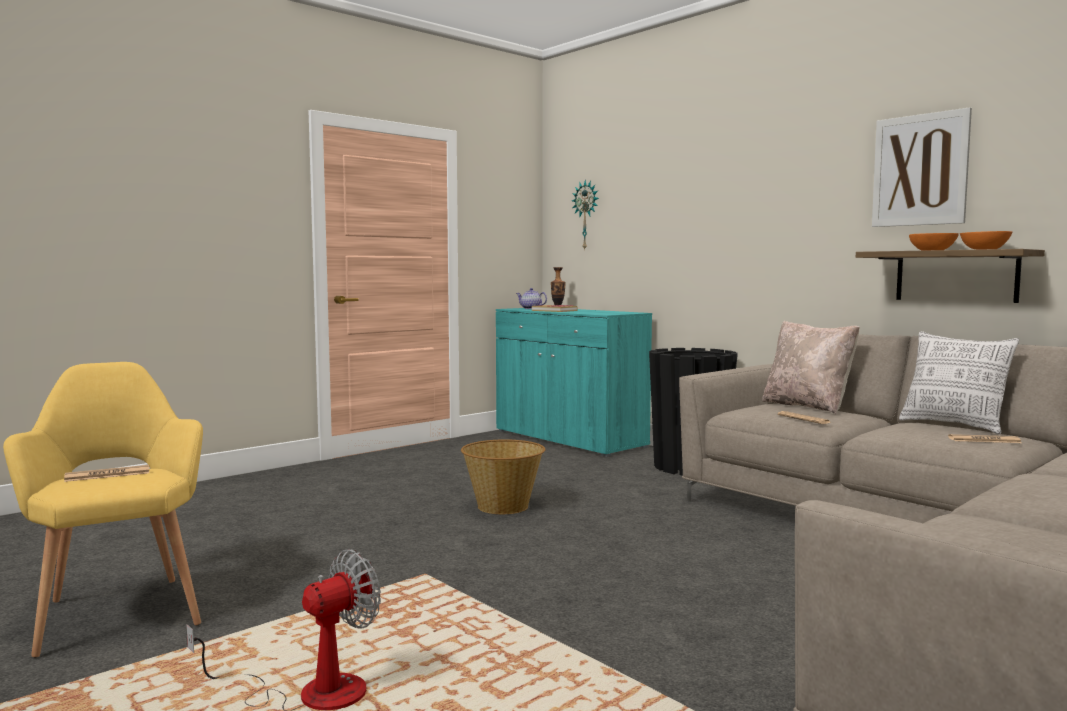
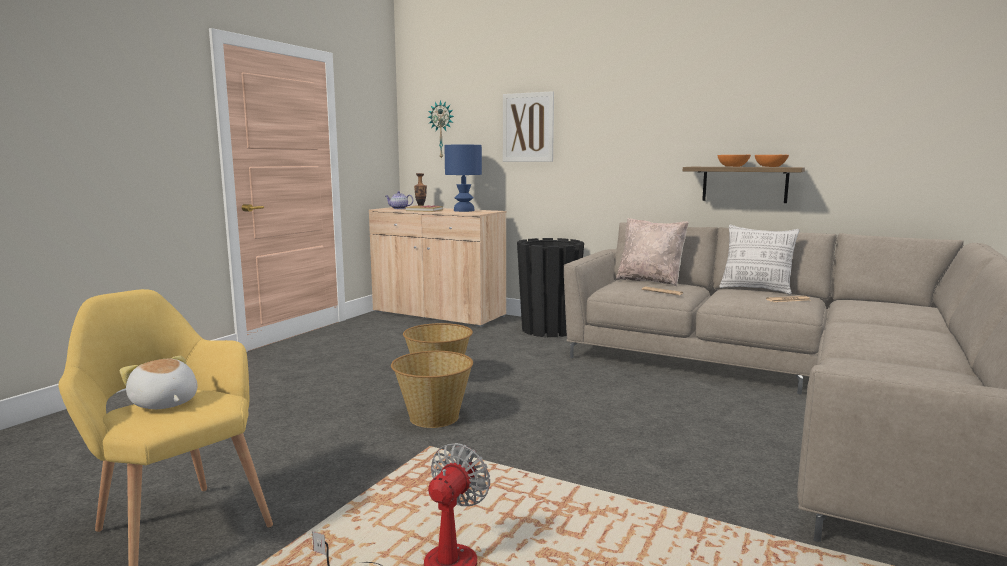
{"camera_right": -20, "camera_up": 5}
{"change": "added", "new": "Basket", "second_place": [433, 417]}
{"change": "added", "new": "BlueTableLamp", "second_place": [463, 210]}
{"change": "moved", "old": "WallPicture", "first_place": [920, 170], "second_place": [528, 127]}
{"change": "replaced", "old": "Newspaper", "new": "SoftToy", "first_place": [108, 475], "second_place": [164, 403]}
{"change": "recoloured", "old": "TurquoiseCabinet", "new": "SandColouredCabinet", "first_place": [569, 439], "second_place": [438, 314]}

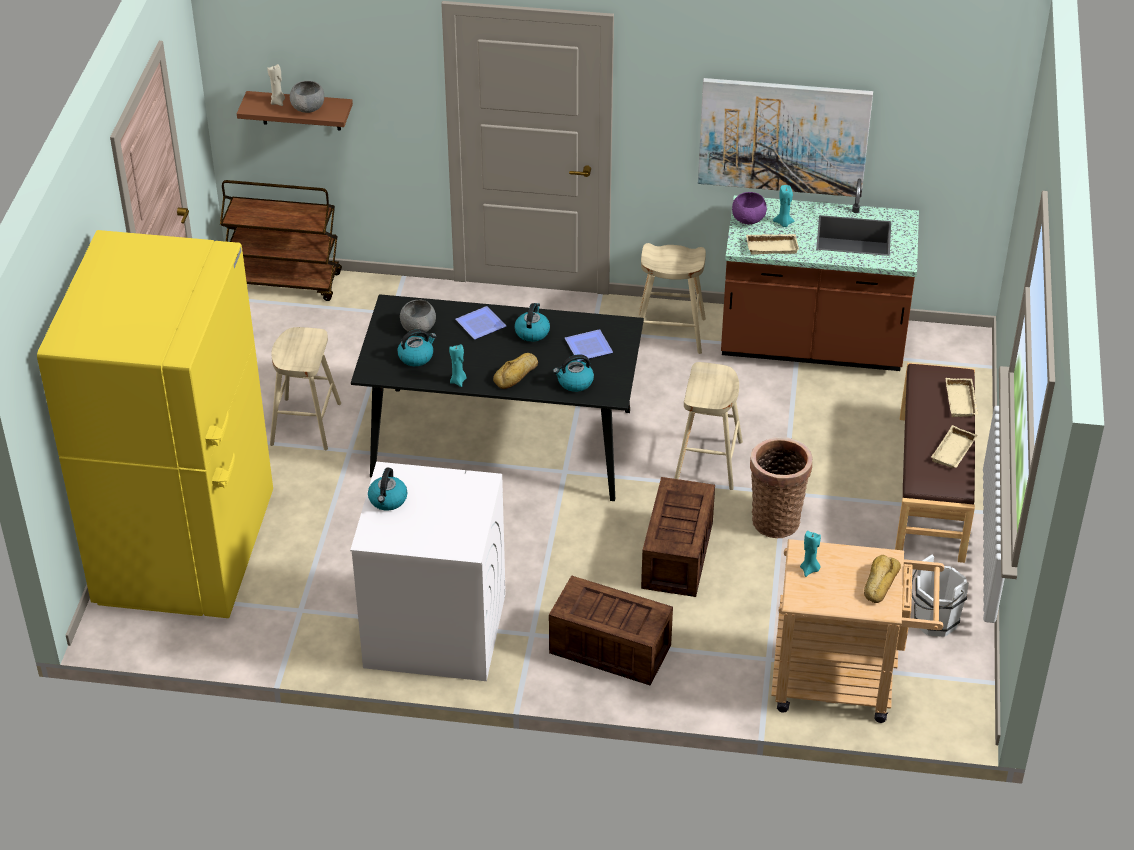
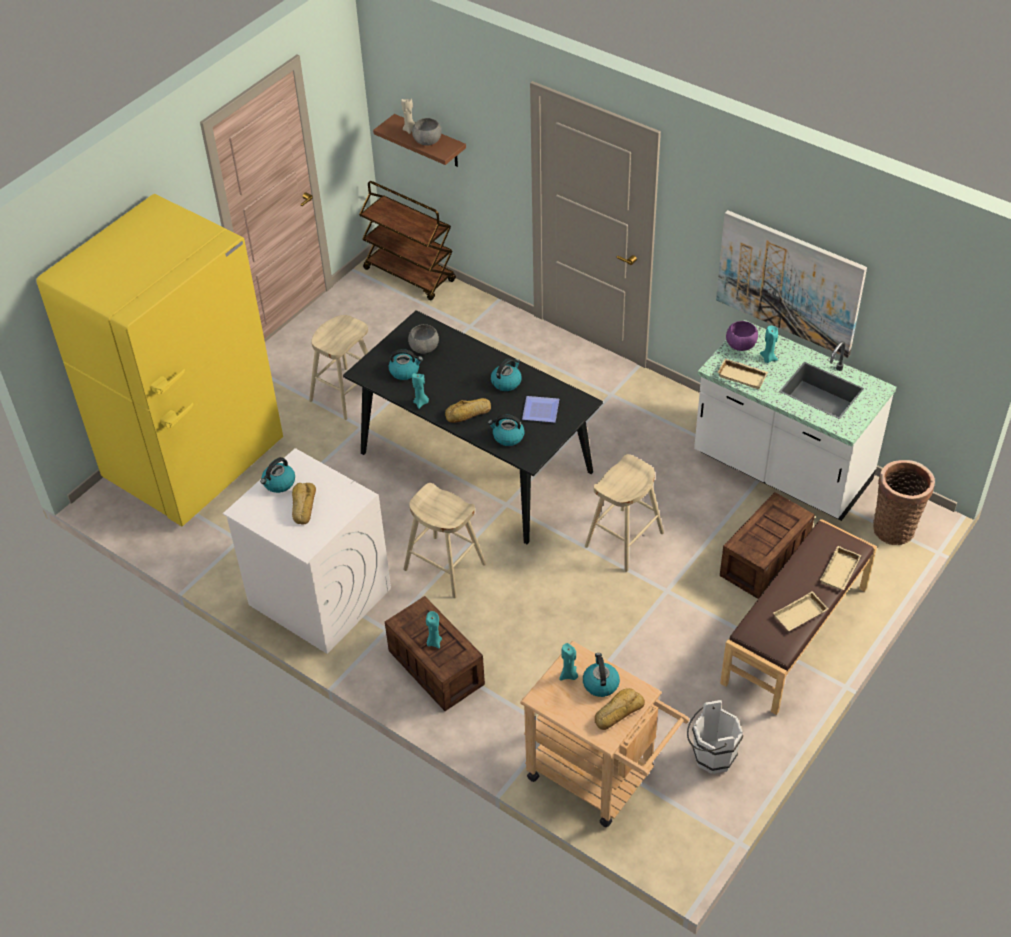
{"camera_right": 30, "camera_up": 5}
{"change": "removed", "old": "DinnerPlate", "first_place": [479, 324]}
{"change": "added", "new": "Bread", "second_place": [303, 506]}
{"change": "added", "new": "TurquoiseCandle", "second_place": [434, 642]}
{"change": "added", "new": "TeaKettle", "second_place": [600, 683]}
{"change": "moved", "old": "SandColouredStool", "first_place": [670, 333], "second_place": [445, 567]}
{"change": "moved", "old": "PackingCrate", "first_place": [677, 554], "second_place": [765, 559]}
{"change": "moved", "old": "Basket", "first_place": [776, 518], "second_place": [895, 527]}
{"change": "recoloured", "old": "BrownColouredCounter", "new": "WhiteColouredCounter", "first_place": [812, 345], "second_place": [781, 470]}

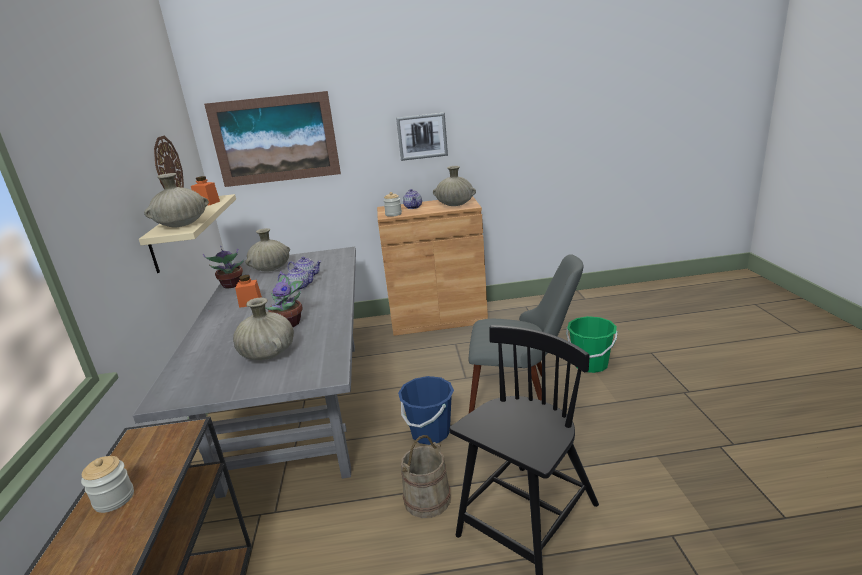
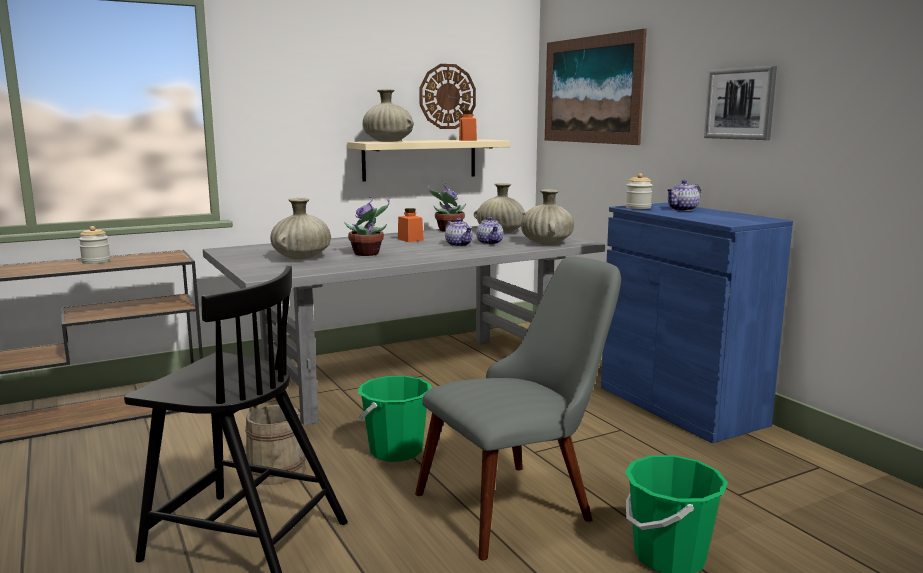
{"camera_right": 65, "camera_up": -10}
{"change": "moved", "old": "SandColouredFlowerVase", "first_place": [455, 204], "second_place": [547, 243]}
{"change": "recoloured", "old": "BrownColouredCabinet", "new": "BlueCabinet", "first_place": [438, 319], "second_place": [680, 405]}
{"change": "recoloured", "old": "BlueWaterBucket", "new": "GreenishWaterBucket", "first_place": [430, 432], "second_place": [396, 451]}
{"change": "turned", "old": "GreyChair", "first_place": [522, 394], "second_place": [520, 501], "degrees": -105}

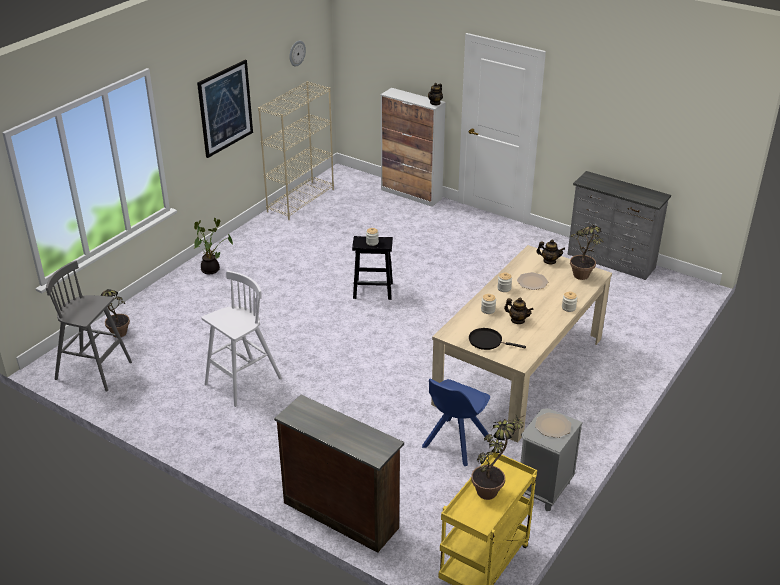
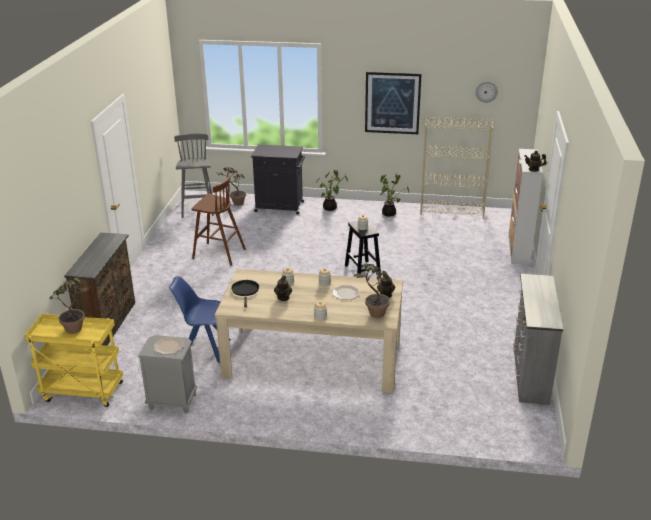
{"camera_right": 65, "camera_up": -5}
{"change": "added", "new": "BlackColouredCabinet", "second_place": [280, 207]}
{"change": "added", "new": "PlantInAPot", "second_place": [390, 213]}
{"change": "recoloured", "old": "WhiteColouredStool", "new": "BrownColouredStool", "first_place": [242, 382], "second_place": [218, 254]}

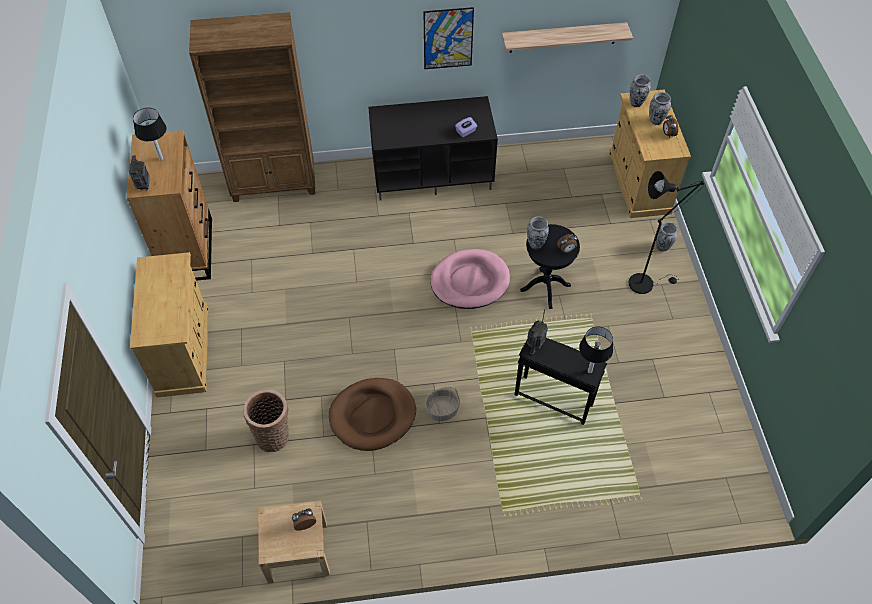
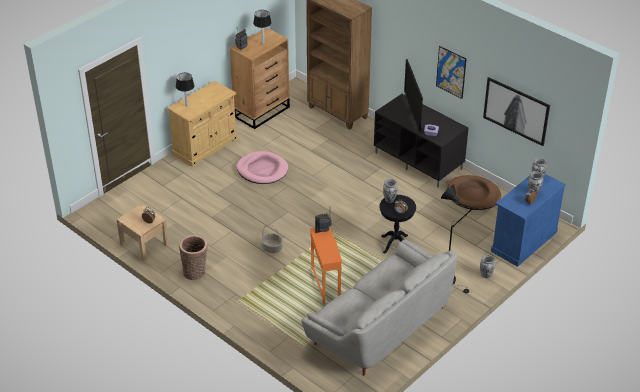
{"camera_right": 50, "camera_up": -15}
{"change": "added", "new": "GreySofa", "second_place": [379, 325]}
{"change": "added", "new": "TvSet", "second_place": [413, 113]}
{"change": "moved", "old": "Basket", "first_place": [274, 435], "second_place": [195, 272]}
{"change": "moved", "old": "BrownColouredDogBed", "first_place": [373, 415], "second_place": [473, 195]}
{"change": "moved", "old": "PinkishDogBed", "first_place": [470, 281], "second_place": [262, 170]}
{"change": "moved", "old": "TableLamp", "first_place": [589, 371], "second_place": [186, 106]}
{"change": "replaced", "old": "Shelf", "new": "WallPicture", "first_place": [563, 37], "second_place": [516, 110]}
{"change": "recoloured", "old": "BlackColouredSideTable", "new": "OrangeColouredSideTable", "first_place": [553, 399], "second_place": [325, 284]}
{"change": "recoloured", "old": "SandColouredCabinet", "new": "BlueCabinet", "first_place": [639, 183], "second_place": [523, 241]}

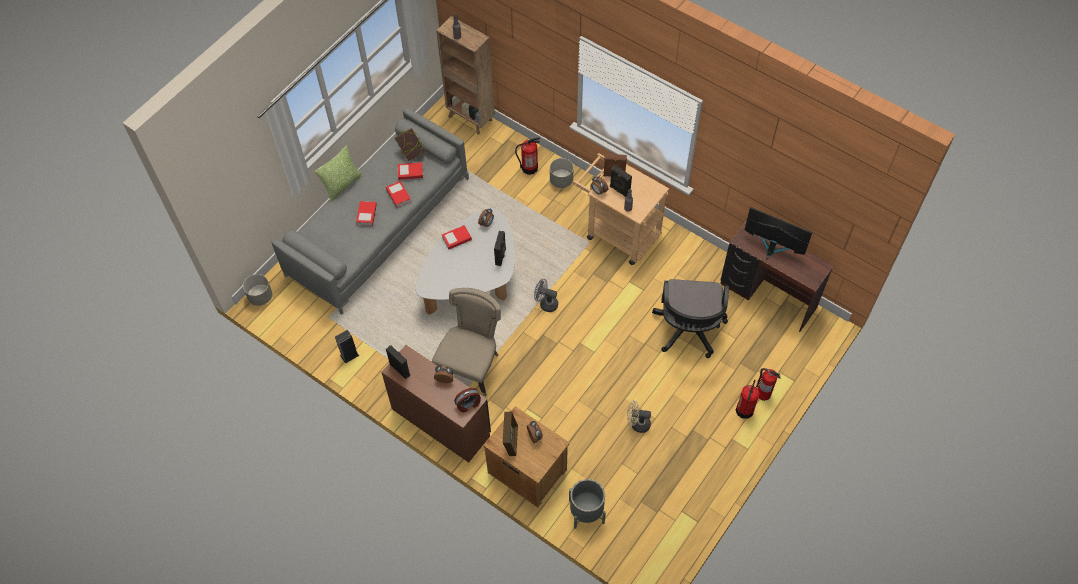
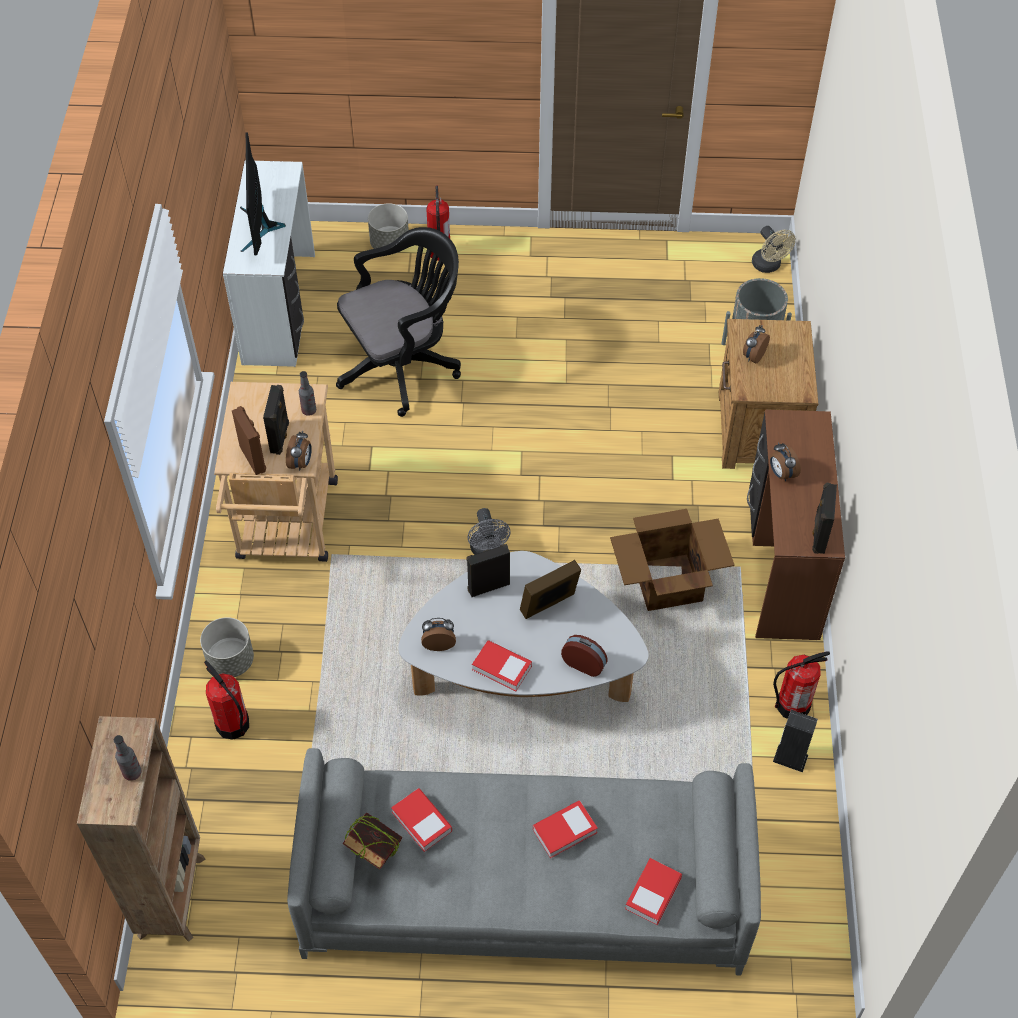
{"camera_right": -125, "camera_up": -5}
{"change": "removed", "old": "Cushion", "first_place": [342, 185]}
{"change": "moved", "old": "GreyPlanter", "first_place": [261, 296], "second_place": [389, 244]}
{"change": "moved", "old": "BoundBook", "first_place": [398, 195], "second_place": [653, 893]}
{"change": "moved", "old": "TableClock", "first_place": [468, 404], "second_place": [584, 663]}
{"change": "moved", "old": "StandingFrame", "first_place": [511, 440], "second_place": [549, 605]}
{"change": "moved", "old": "SandColouredCoolingFan", "first_place": [637, 424], "second_place": [769, 266]}
{"change": "moved", "old": "FireFightingCylinder", "first_place": [745, 410], "second_place": [792, 705]}
{"change": "replaced", "old": "SandColouredChair", "new": "PackingBox", "first_place": [472, 366], "second_place": [666, 582]}
{"change": "recoloured", "old": "BrownColouredDesk", "new": "WhiteColouredDesk", "first_place": [767, 297], "second_place": [280, 308]}

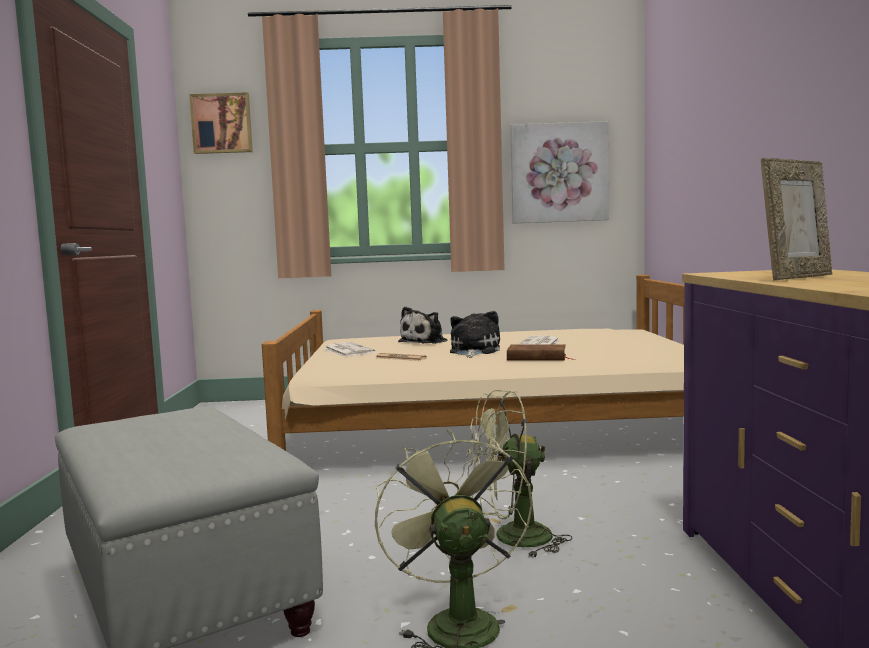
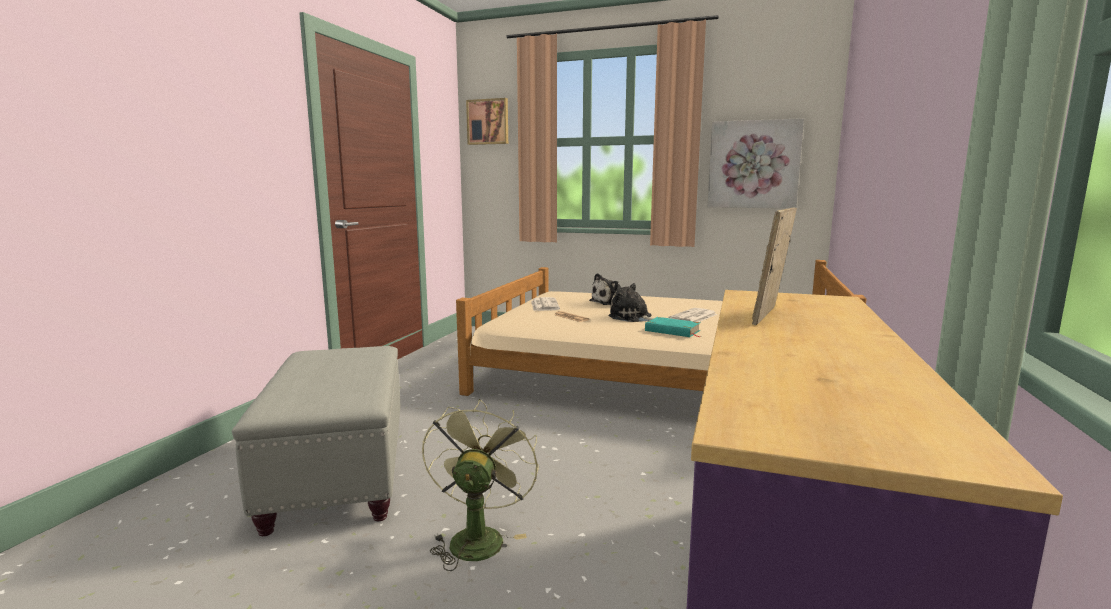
{"camera_right": 20, "camera_up": 5}
{"change": "removed", "old": "GreenishCoolingFan", "first_place": [511, 539]}
{"change": "recoloured", "old": "BrownColouredBoundBook", "new": "TurquoiseBoundBook", "first_place": [537, 357], "second_place": [672, 331]}
{"change": "turned", "old": "SoftToy", "first_place": [473, 351], "second_place": [632, 317], "degrees": -90}
{"change": "turned", "old": "StandingFrame", "first_place": [796, 277], "second_place": [771, 316], "degrees": 135}

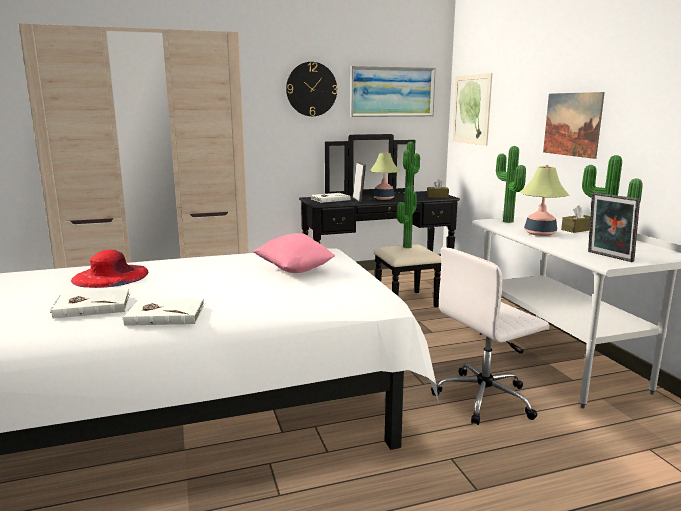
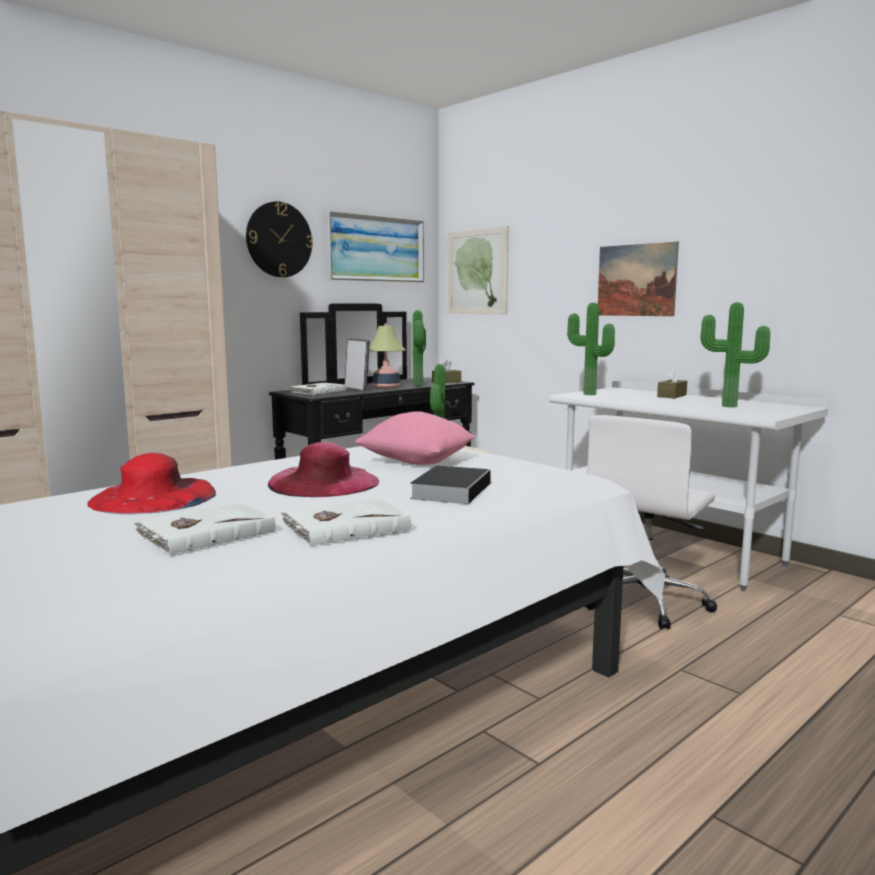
{"camera_right": -25, "camera_up": -5}
{"change": "removed", "old": "TableLamp", "first_place": [540, 233]}
{"change": "removed", "old": "StandingFrame", "first_place": [608, 257]}
{"change": "added", "new": "PinkishWearableHat", "second_place": [323, 482]}
{"change": "added", "new": "BoundBook", "second_place": [451, 490]}

